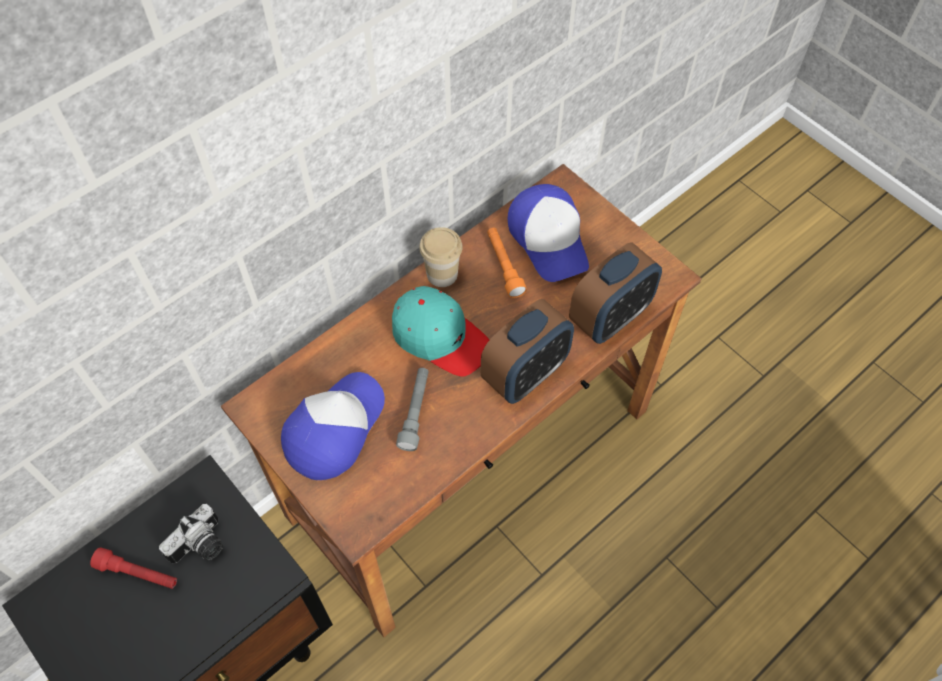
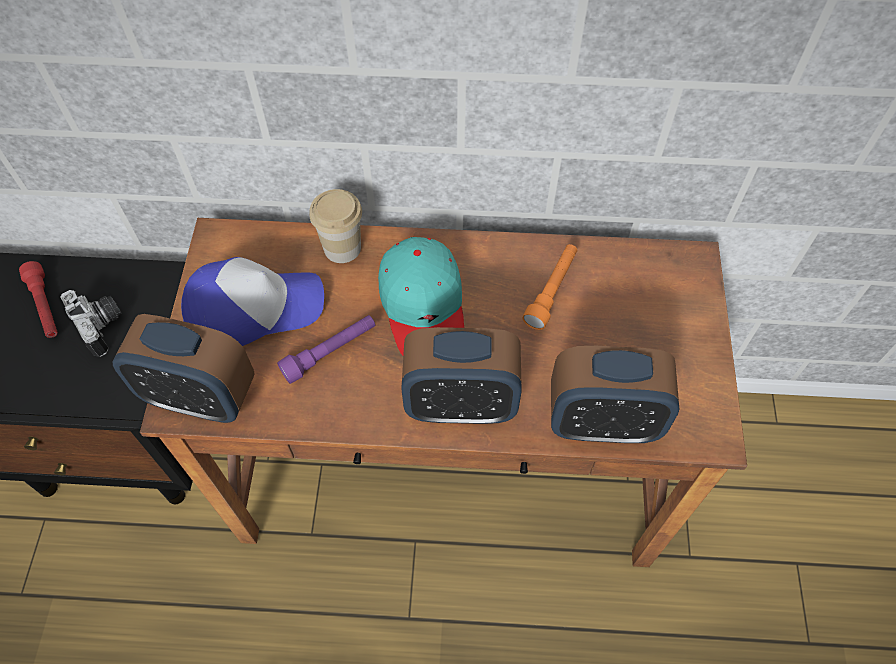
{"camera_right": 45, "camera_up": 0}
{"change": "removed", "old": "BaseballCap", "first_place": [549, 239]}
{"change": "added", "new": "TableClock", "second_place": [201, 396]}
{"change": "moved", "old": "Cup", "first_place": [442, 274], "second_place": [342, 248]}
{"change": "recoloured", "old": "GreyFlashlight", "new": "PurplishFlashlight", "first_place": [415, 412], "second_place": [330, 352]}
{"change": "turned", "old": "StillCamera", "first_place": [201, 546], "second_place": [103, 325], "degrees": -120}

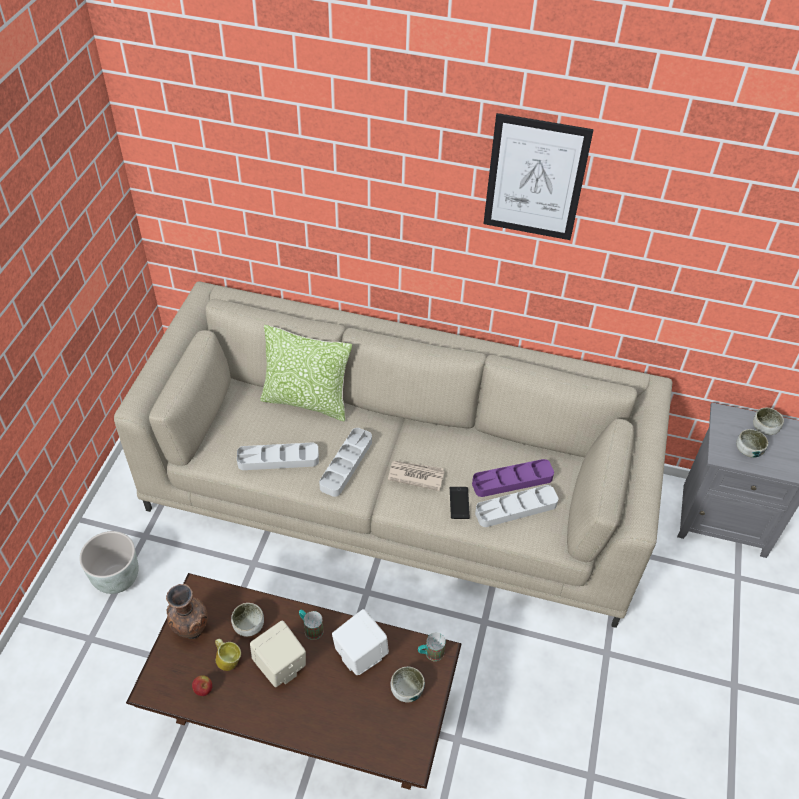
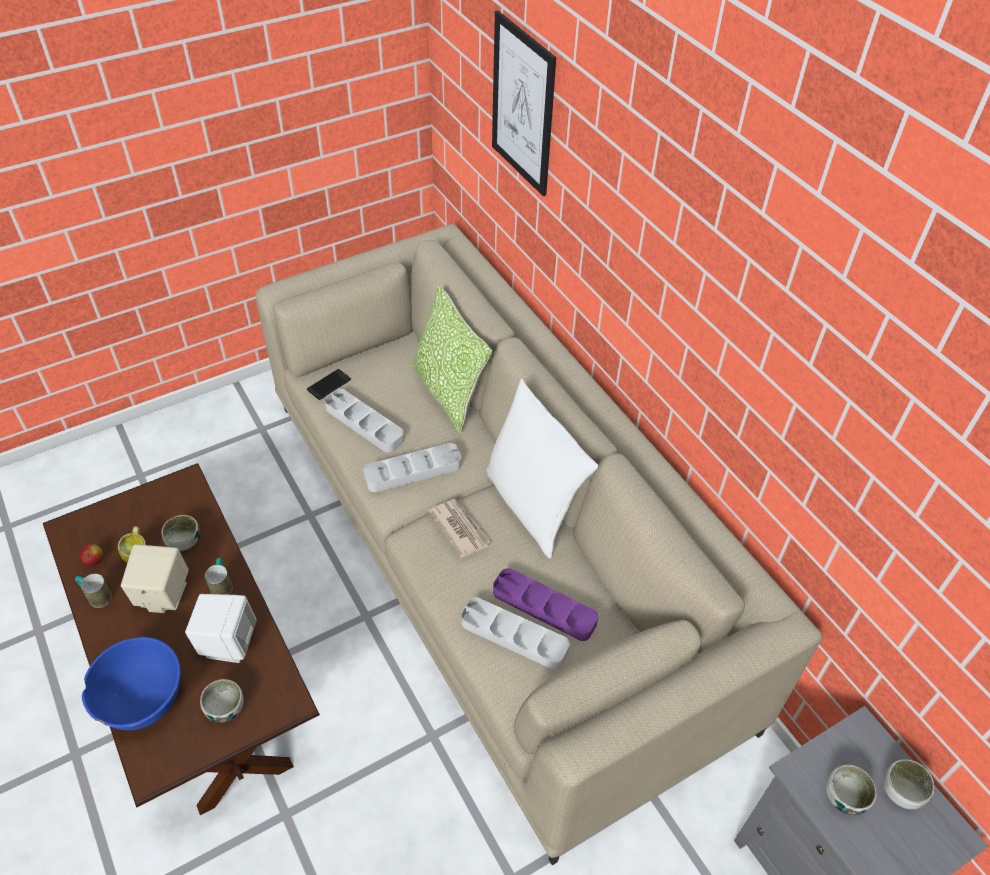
{"camera_right": 45, "camera_up": 0}
{"change": "removed", "old": "GreyPlanter", "first_place": [116, 577]}
{"change": "removed", "old": "BrownColouredFlowerVase", "first_place": [191, 631]}
{"change": "added", "new": "BlueBowl", "second_place": [142, 699]}
{"change": "added", "new": "WhiteColouredCushion", "second_place": [532, 506]}
{"change": "moved", "old": "TeaMug", "first_place": [430, 653], "second_place": [96, 596]}
{"change": "moved", "old": "Phone", "first_place": [459, 503], "second_place": [329, 385]}
{"change": "moved", "old": "WallPicture", "first_place": [535, 178], "second_place": [522, 105]}

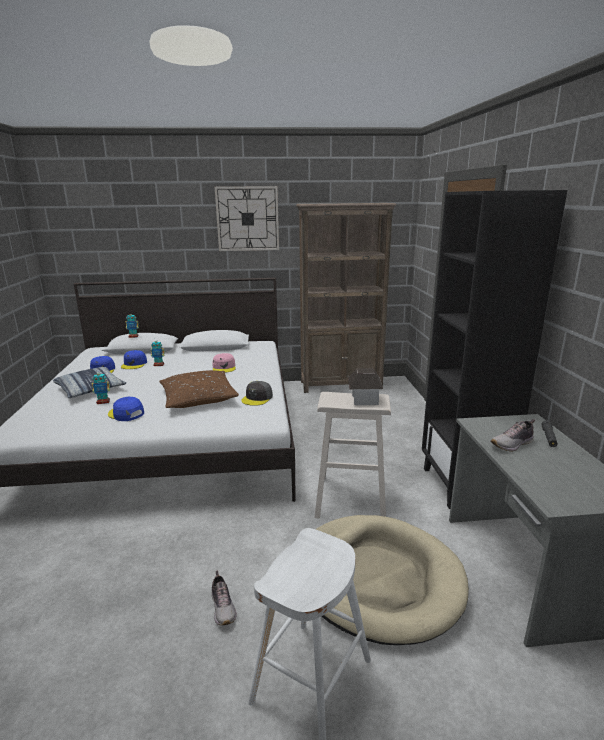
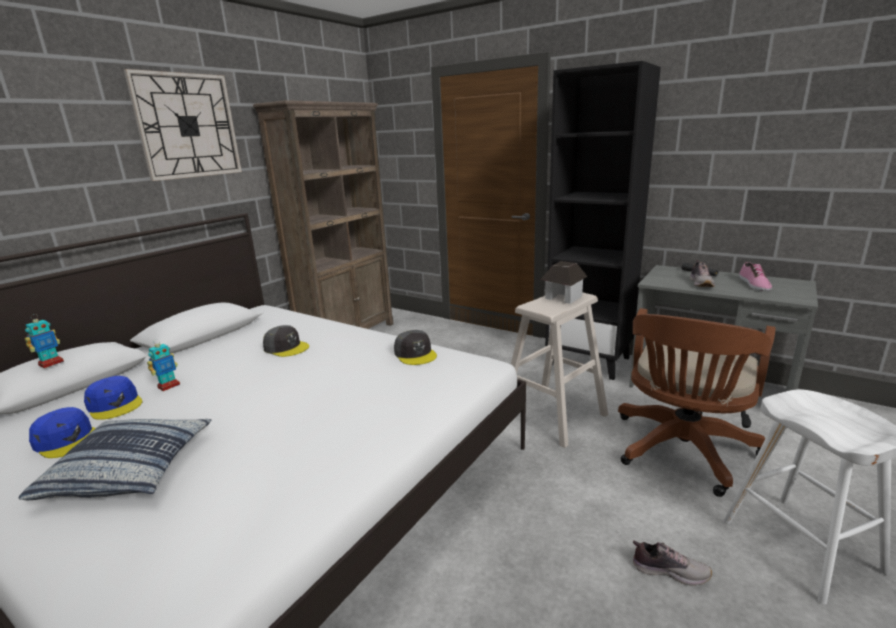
{"camera_right": -50, "camera_up": 0}
{"change": "removed", "old": "ToyRobot", "first_place": [103, 402]}
{"change": "removed", "old": "BlueBaseballCap", "first_place": [126, 414]}
{"change": "removed", "old": "BrownColouredCushion", "first_place": [198, 398]}
{"change": "added", "new": "LowShoe", "second_place": [753, 284]}
{"change": "replaced", "old": "SandColouredDogBed", "new": "BrownColouredDeskChair", "first_place": [377, 579], "second_place": [681, 452]}
{"change": "recoloured", "old": "PinkishBaseballCap", "new": "GreyBaseballCap", "first_place": [224, 367], "second_place": [286, 347]}

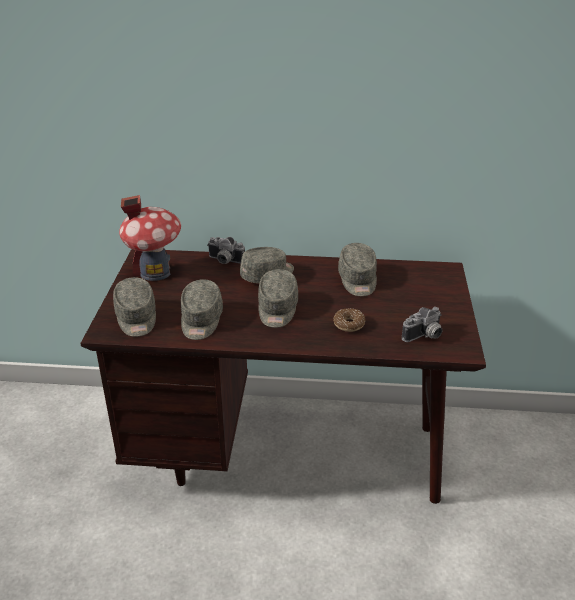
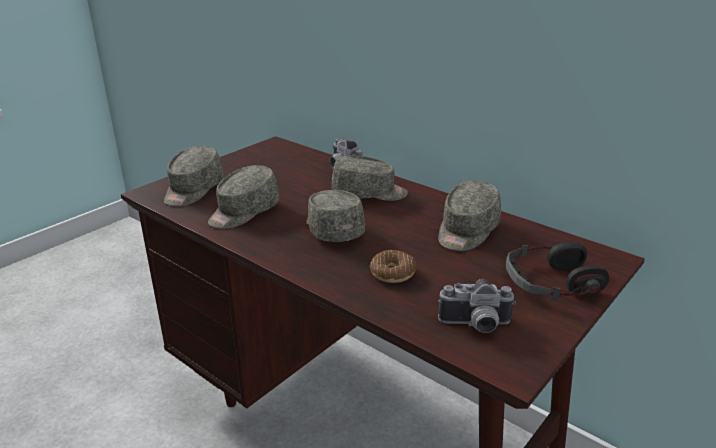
{"camera_right": 35, "camera_up": -5}
{"change": "removed", "old": "ModelHouse", "first_place": [155, 272]}
{"change": "added", "new": "Headset", "second_place": [551, 282]}
{"change": "turned", "old": "GreyBaseballCap", "first_place": [277, 309], "second_place": [333, 228], "degrees": 120}

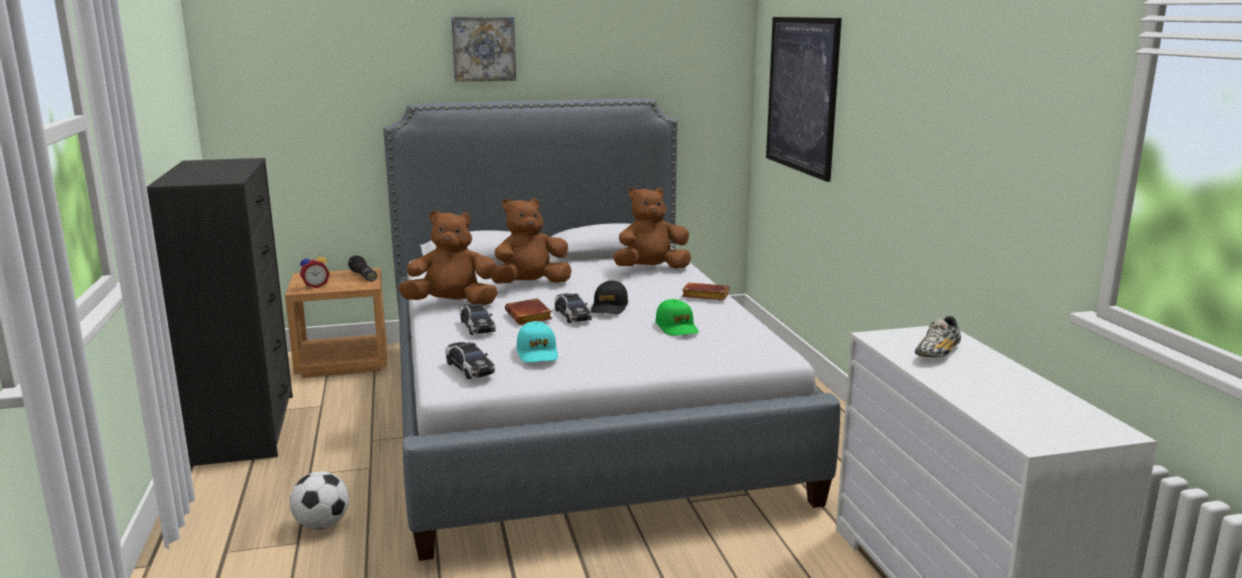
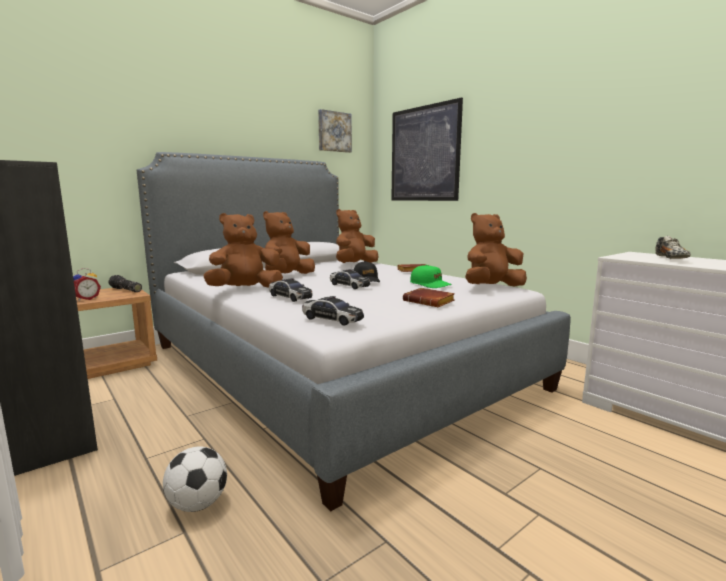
{"camera_right": -25, "camera_up": -5}
{"change": "removed", "old": "TurquoiseBaseballCap", "first_place": [537, 353]}
{"change": "added", "new": "BrownColouredSoftToy", "second_place": [491, 287]}
{"change": "moved", "old": "WallPicture", "first_place": [483, 49], "second_place": [334, 132]}
{"change": "moved", "old": "BrownColouredBoundBook", "first_place": [530, 317], "second_place": [430, 302]}

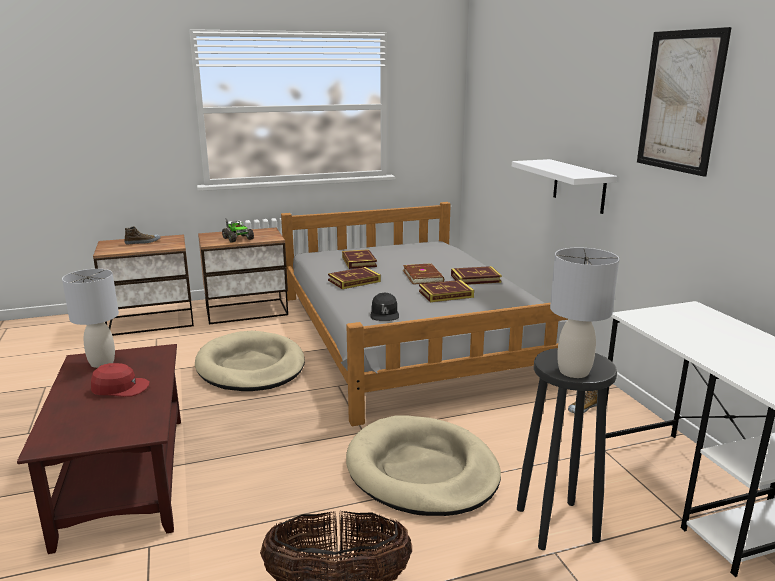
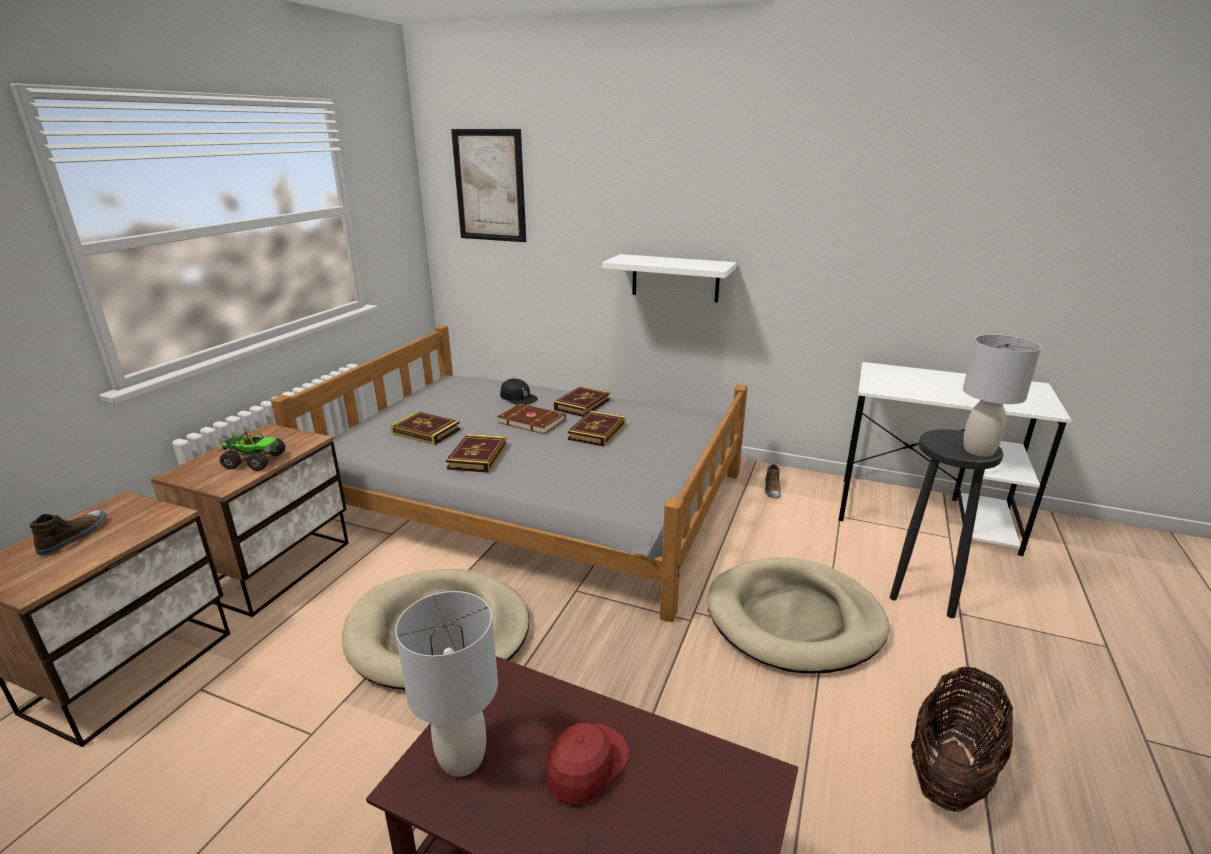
{"camera_right": -50, "camera_up": 5}
{"change": "moved", "old": "BlackColouredBaseballCap", "first_place": [384, 313], "second_place": [518, 398]}
{"change": "moved", "old": "WallPicture", "first_place": [680, 101], "second_place": [490, 186]}

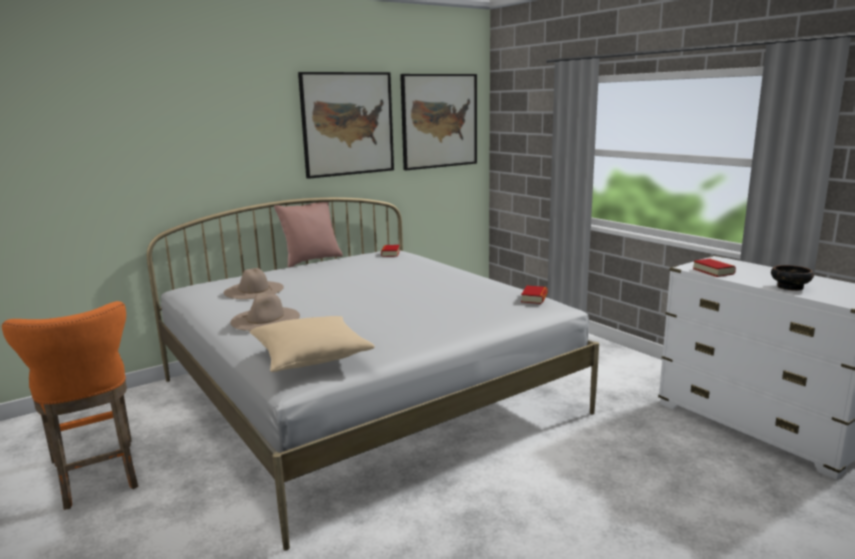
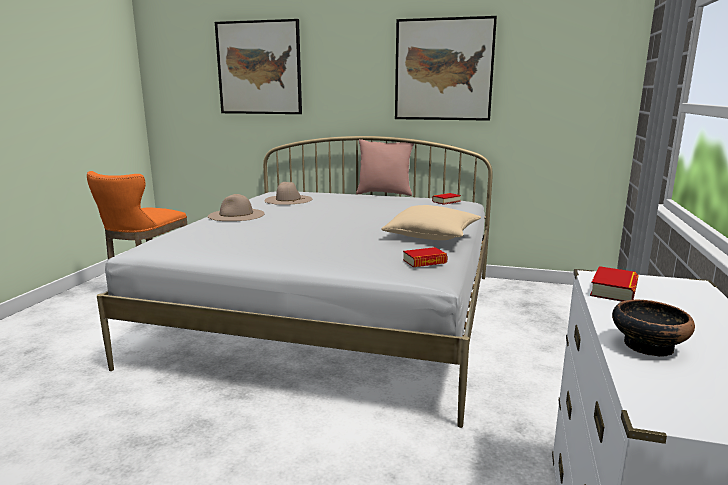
{"camera_right": 50, "camera_up": 0}
{"change": "moved", "old": "SandColouredCushion", "first_place": [311, 357], "second_place": [432, 236]}
{"change": "moved", "old": "WallPicture", "first_place": [439, 121], "second_place": [259, 68]}

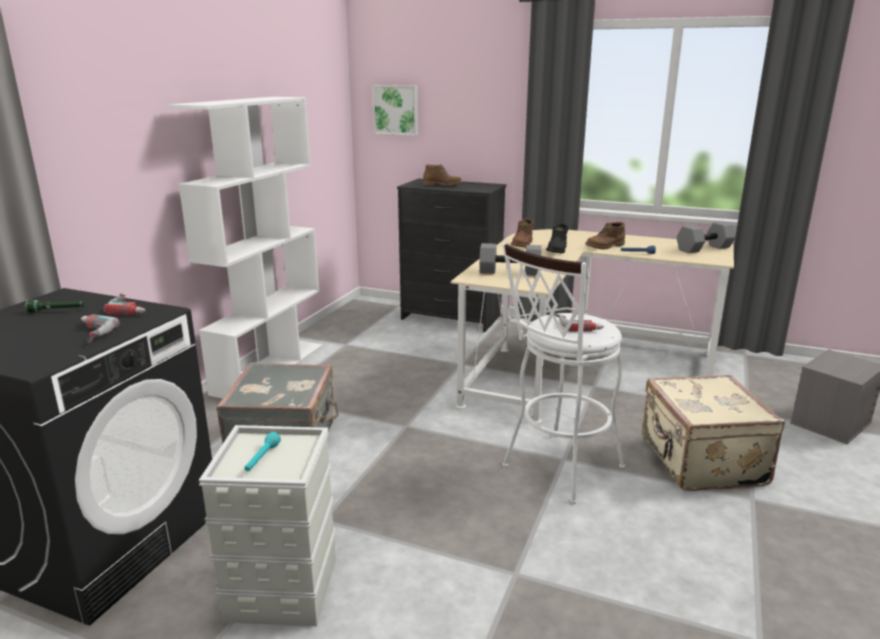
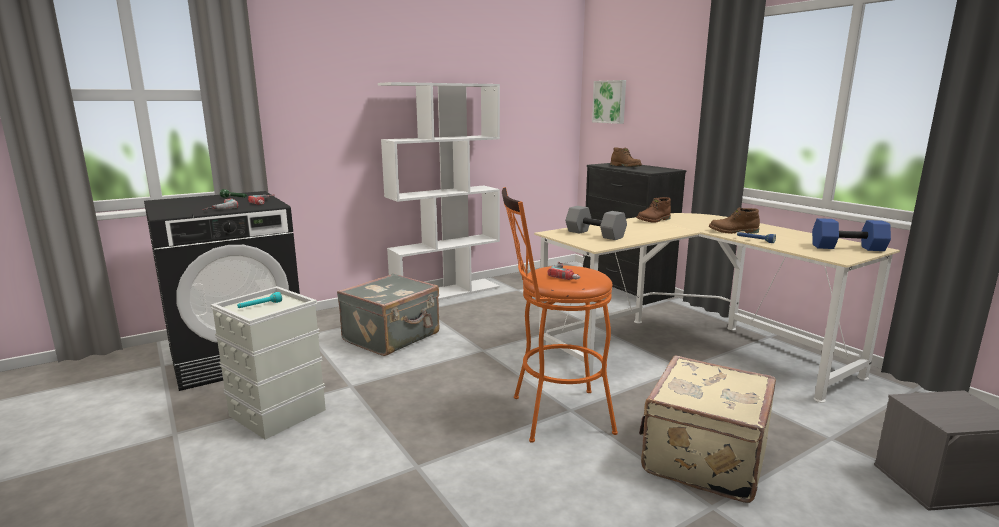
{"camera_right": 35, "camera_up": -5}
{"change": "removed", "old": "BlackColouredBoot", "first_place": [557, 250]}
{"change": "recoloured", "old": "WhiteColouredStool", "new": "OrangeColouredStool", "first_place": [556, 470], "second_place": [552, 415]}
{"change": "recoloured", "old": "GreyDumbbell", "new": "BlueDumbbell", "first_place": [704, 249], "second_place": [847, 248]}

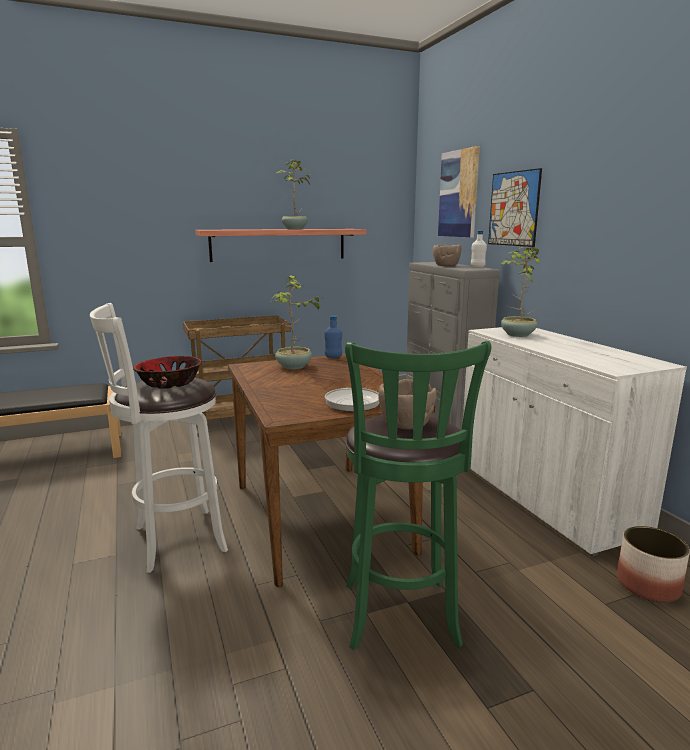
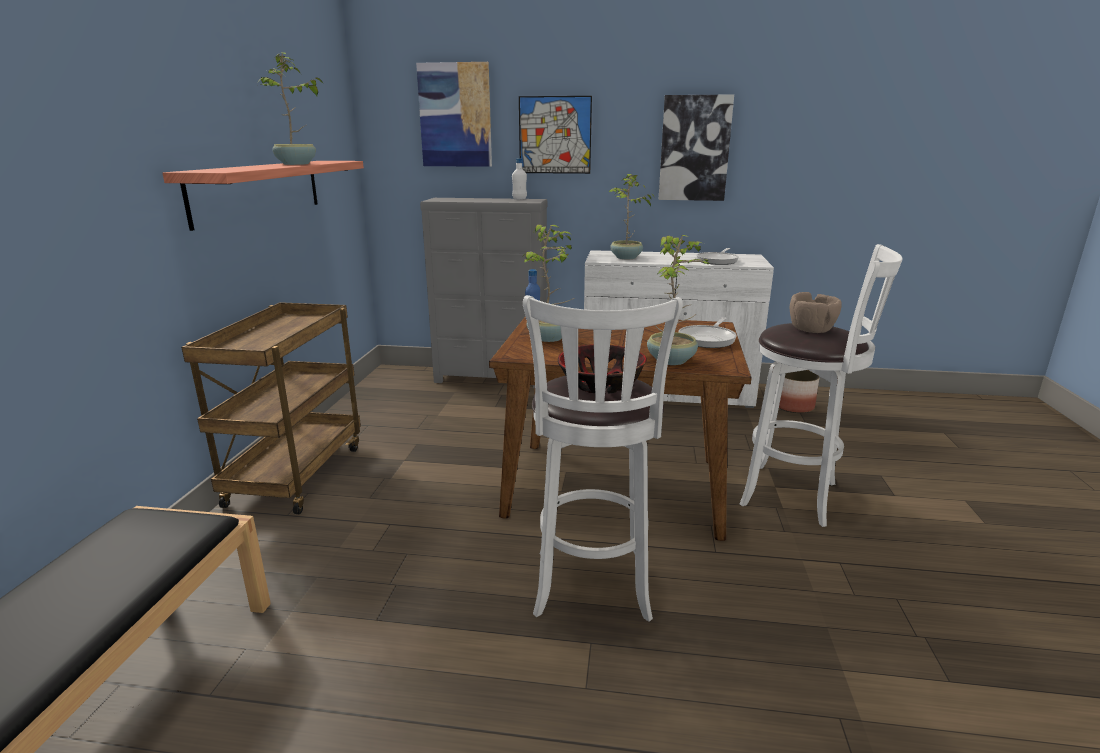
{"camera_right": -60, "camera_up": 5}
{"change": "removed", "old": "BrownColouredBowl", "first_place": [446, 265]}
{"change": "added", "new": "PlantInAPot", "second_place": [672, 360]}
{"change": "added", "new": "WallPicture", "second_place": [694, 148]}
{"change": "added", "new": "Pan", "second_place": [718, 261]}
{"change": "recoloured", "old": "GreenishStool", "new": "WhiteColouredStool", "first_place": [401, 618], "second_place": [795, 495]}

